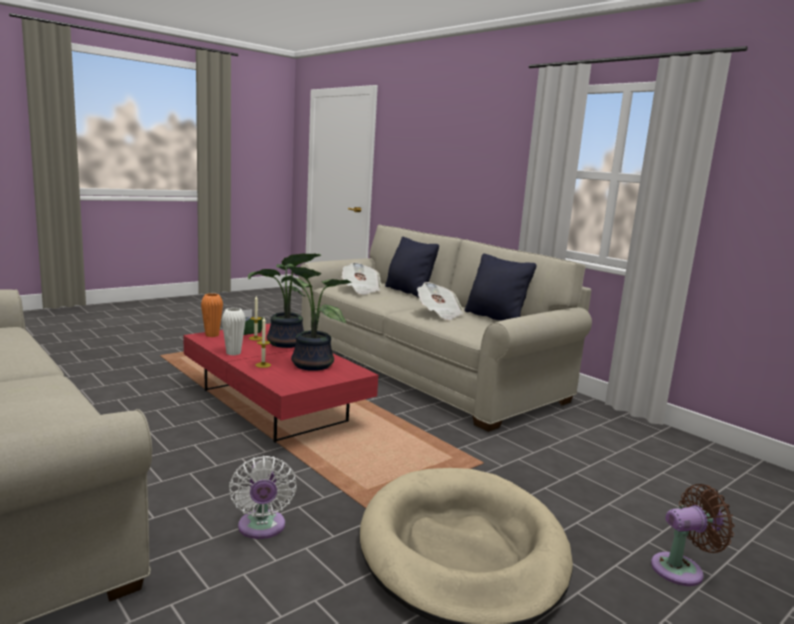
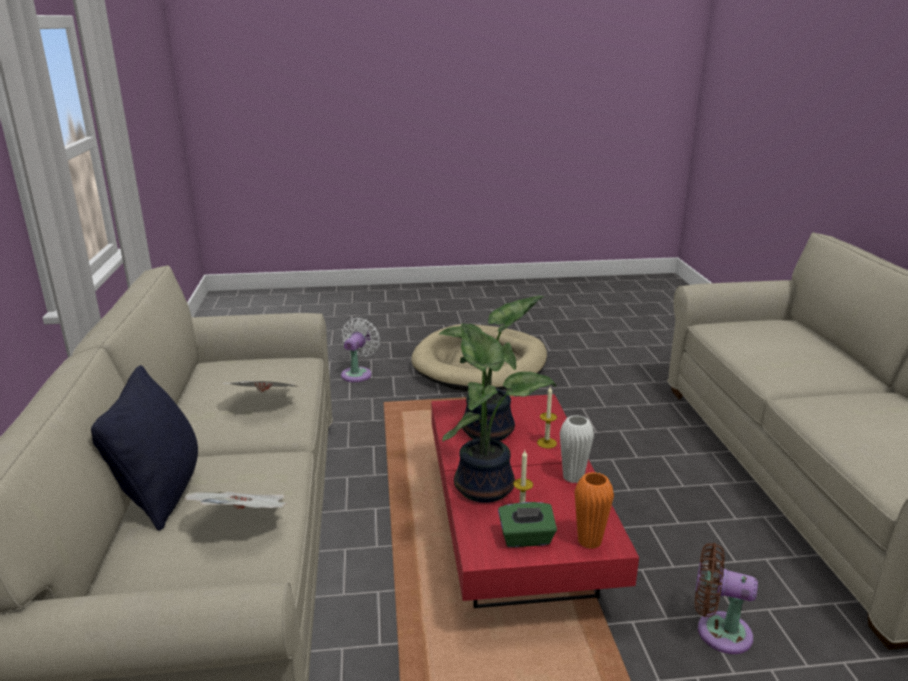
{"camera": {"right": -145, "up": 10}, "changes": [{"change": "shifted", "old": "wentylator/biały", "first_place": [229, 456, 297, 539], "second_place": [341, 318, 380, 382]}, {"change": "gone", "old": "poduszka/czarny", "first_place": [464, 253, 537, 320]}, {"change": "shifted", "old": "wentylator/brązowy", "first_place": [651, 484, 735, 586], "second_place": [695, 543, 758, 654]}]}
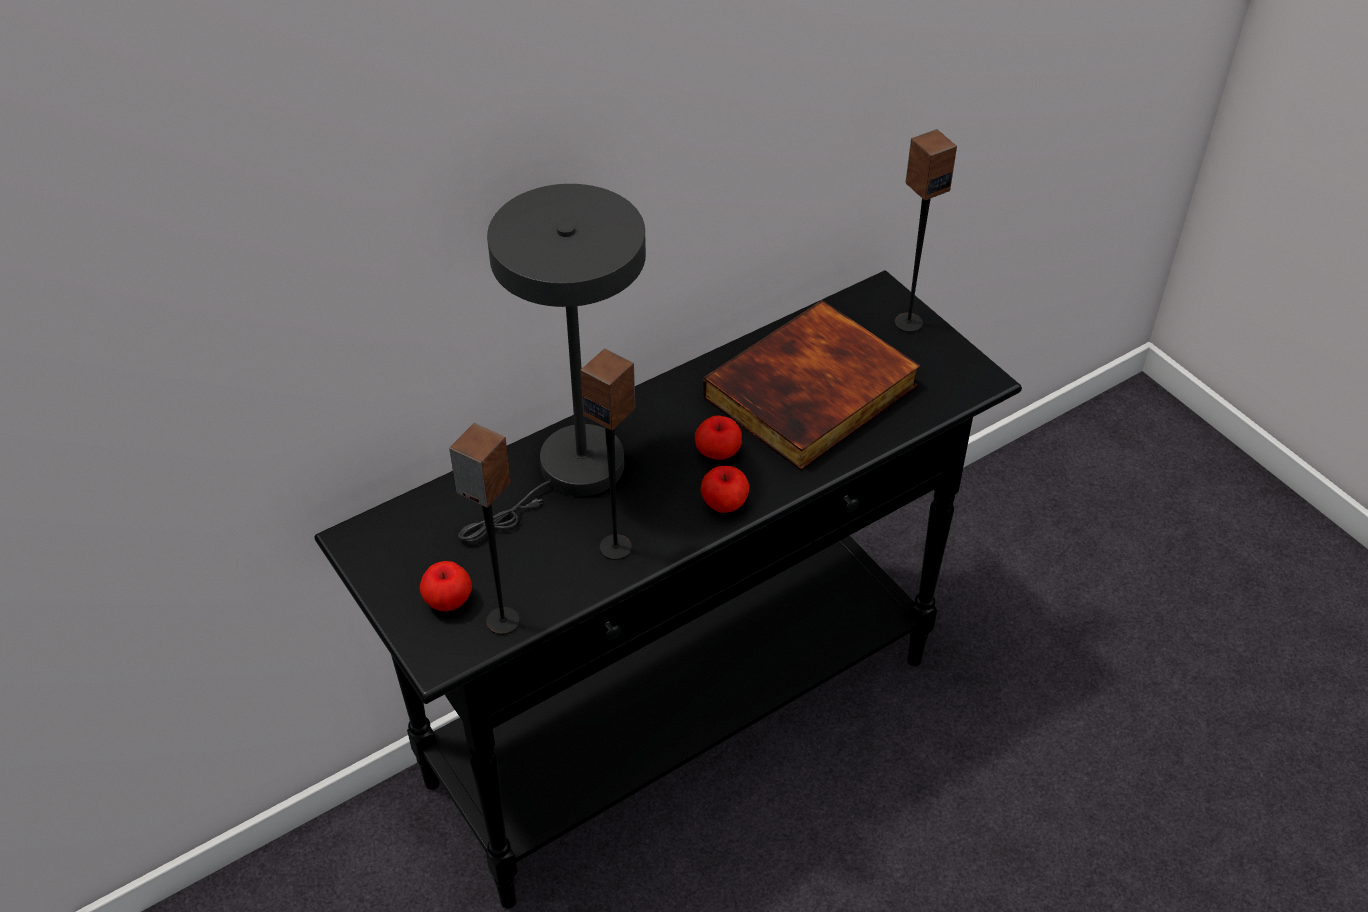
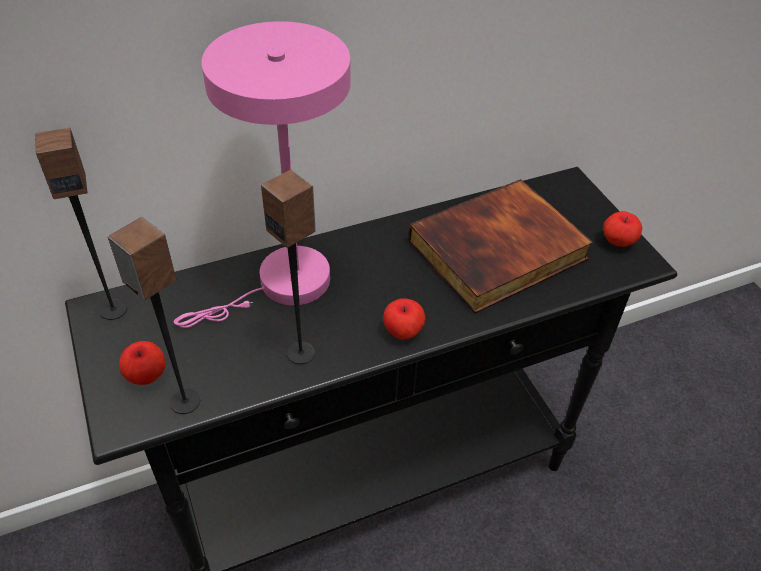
{"camera": {"right": 10, "up": 0}, "changes": [{"change": "repainted", "old": "lampa stołowa/szary", "new": "lampa stołowa/różowy", "first_place": [458, 184, 646, 542], "second_place": [174, 21, 351, 328]}, {"change": "shifted", "old": "jabłko", "first_place": [695, 415, 742, 460], "second_place": [603, 211, 642, 247]}, {"change": "shifted", "old": "głośnik", "first_place": [895, 129, 957, 332], "second_place": [35, 127, 127, 320]}]}
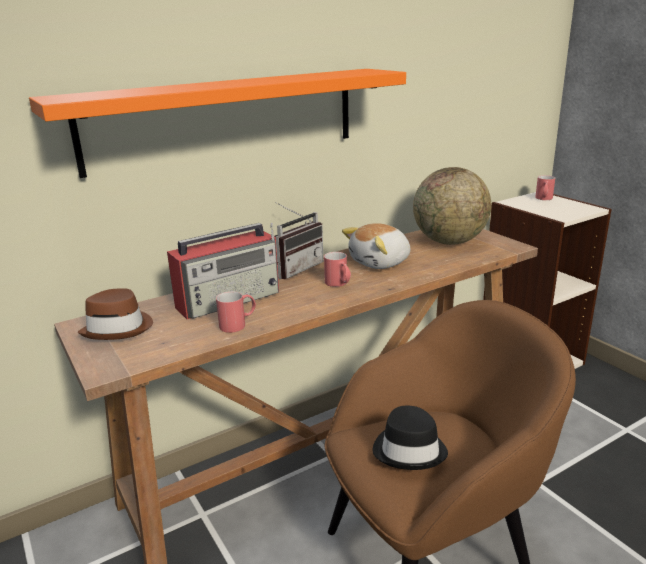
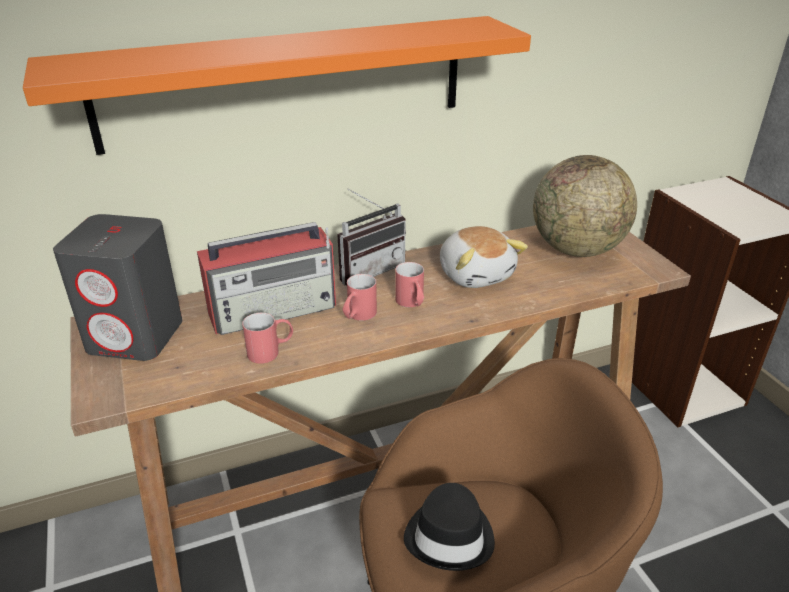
{"camera": {"right": 10, "up": 10}, "changes": [{"change": "swapped", "old": "kapelusz/brązowy", "new": "głośnik/szary", "first_place": [78, 288, 153, 340], "second_place": [53, 214, 182, 361]}, {"change": "rotated", "old": "pluszak", "first_place": [342, 223, 410, 269], "second_place": [440, 226, 528, 288], "degrees": -90}, {"change": "shifted", "old": "kubek/czerwony", "first_place": [535, 175, 555, 200], "second_place": [343, 274, 377, 321]}]}
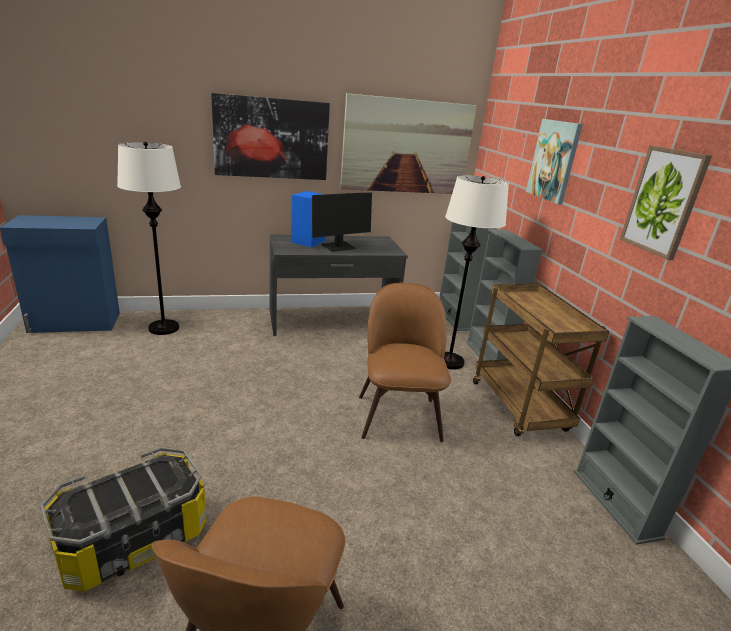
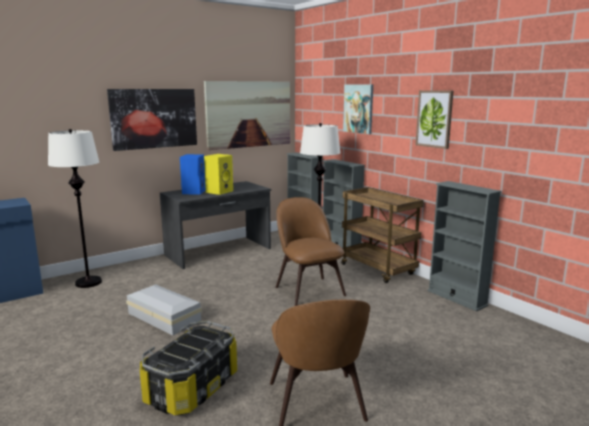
{"camera": {"right": -20, "up": -10}, "changes": [{"change": "swapped", "old": "monitor", "new": "głośnik/żółty", "first_place": [312, 192, 372, 252], "second_place": [204, 154, 233, 195]}, {"change": "new", "new": "pojemnik do przechowywania/biały", "second_place": [126, 284, 202, 335]}]}
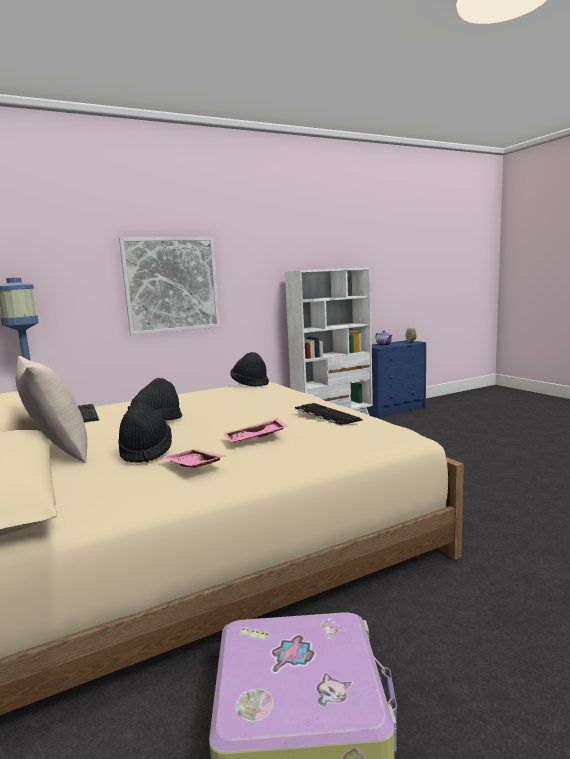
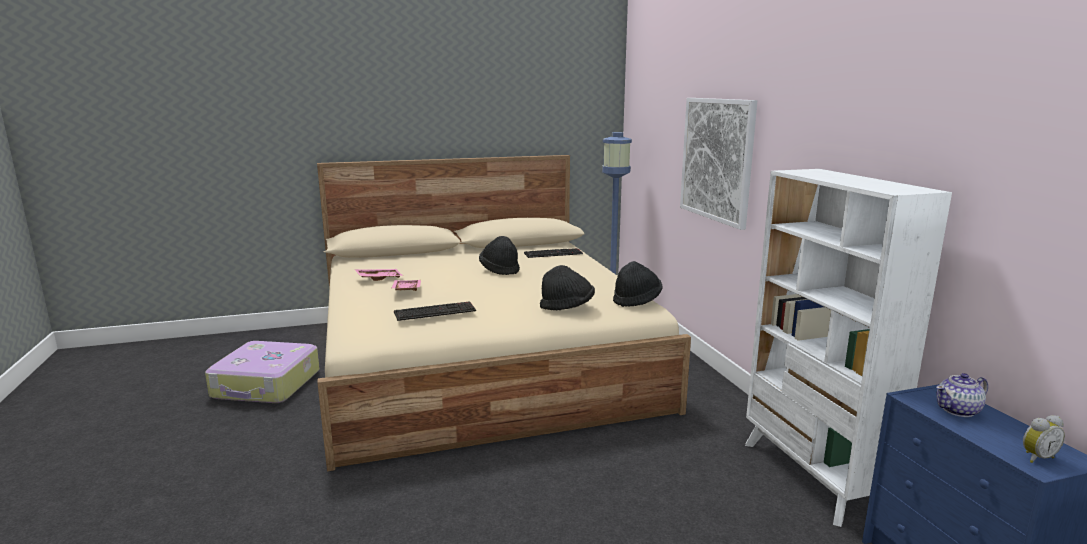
{"camera": {"right": 100, "up": 5}, "changes": [{"change": "gone", "old": "poduszka/beżowy", "first_place": [16, 356, 87, 463]}, {"change": "shifted", "old": "kapelusz/czarny", "first_place": [118, 402, 172, 463], "second_place": [540, 265, 595, 310]}]}
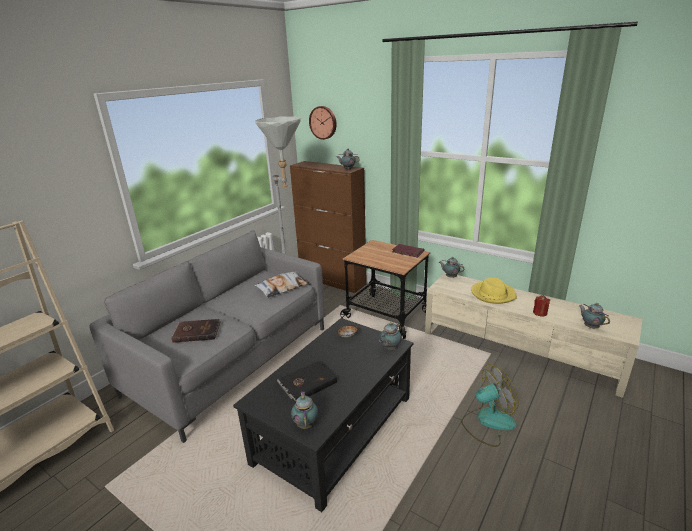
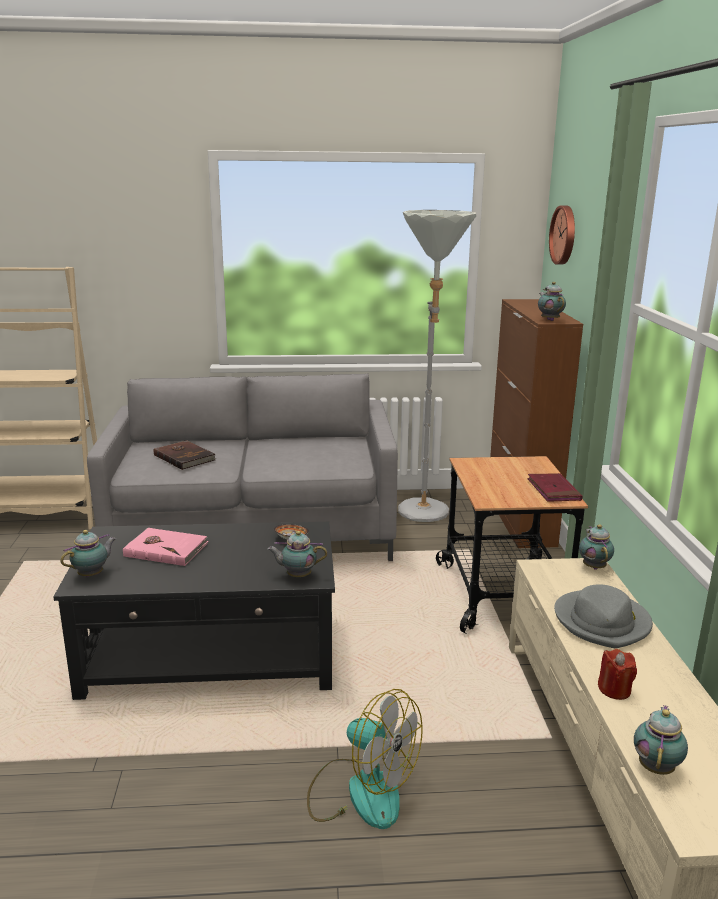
{"camera": {"right": 50, "up": -5}, "changes": [{"change": "gone", "old": "poduszka", "first_place": [254, 271, 308, 298]}, {"change": "repainted", "old": "książka/czarny", "new": "książka/różowy", "first_place": [277, 361, 337, 402], "second_place": [123, 528, 209, 566]}, {"change": "repainted", "old": "kapelusz/żółty", "new": "kapelusz/szary", "first_place": [471, 278, 517, 304], "second_place": [554, 584, 653, 648]}]}
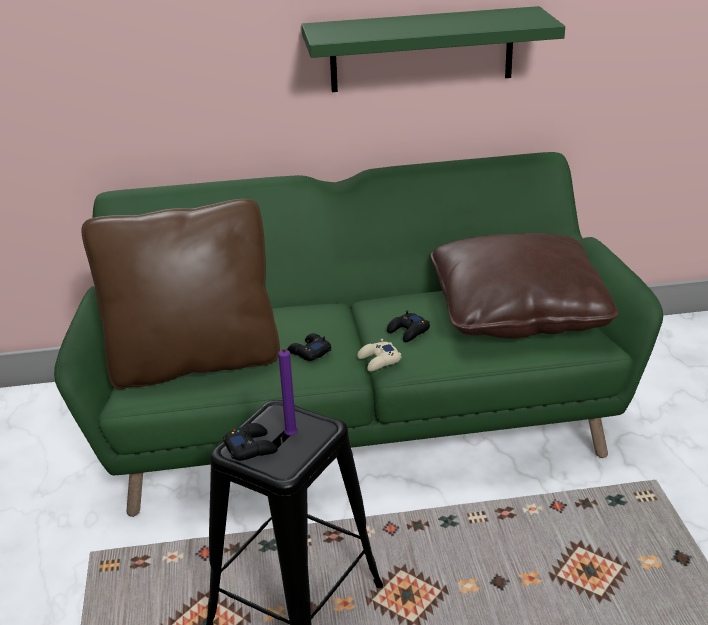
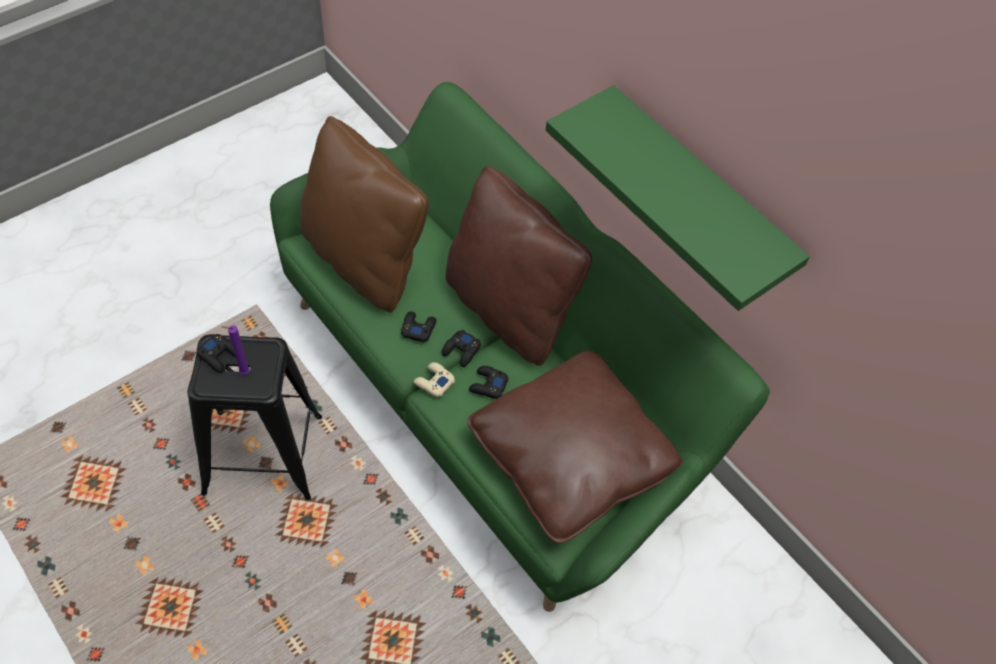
{"camera": {"right": 55, "up": 25}, "changes": [{"change": "new", "new": "pad do gier/czarny", "second_place": [442, 330, 481, 367]}, {"change": "new", "new": "poduszka/brązowy", "second_place": [445, 166, 592, 366]}]}
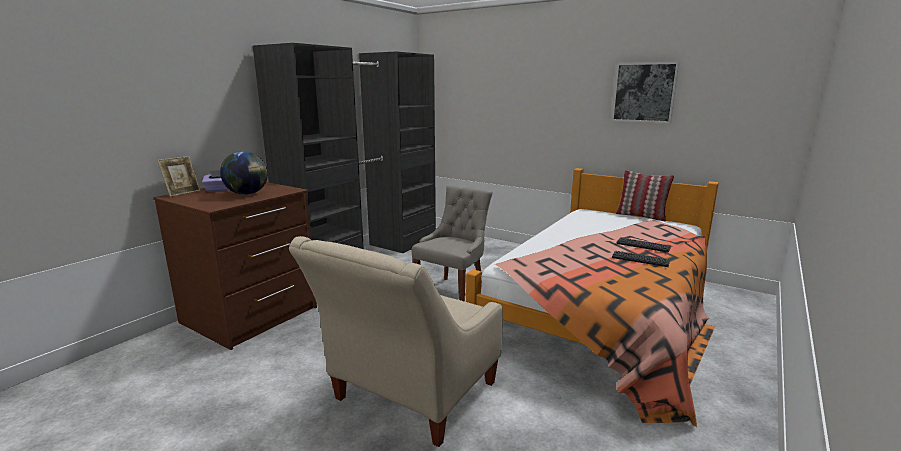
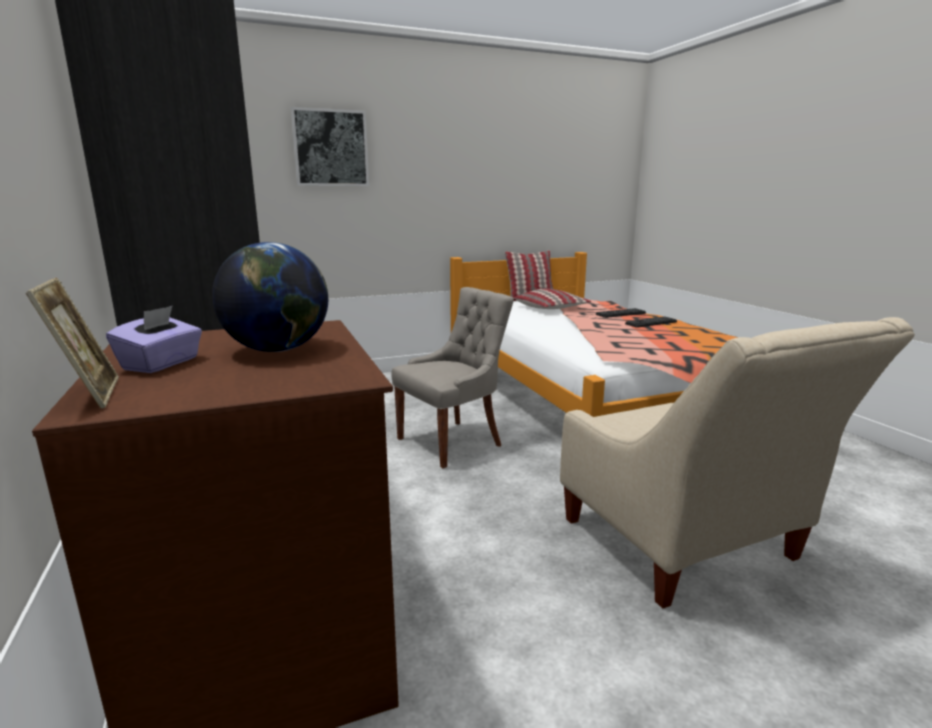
{"camera": {"right": -55, "up": 0}, "changes": [{"change": "rotated", "old": "krzesło/szary", "first_place": [412, 185, 492, 302], "second_place": [391, 287, 514, 469], "degrees": 75}, {"change": "shifted", "old": "obraz", "first_place": [611, 62, 680, 123], "second_place": [291, 107, 369, 186]}, {"change": "new", "new": "poduszka", "second_place": [514, 289, 591, 309]}]}
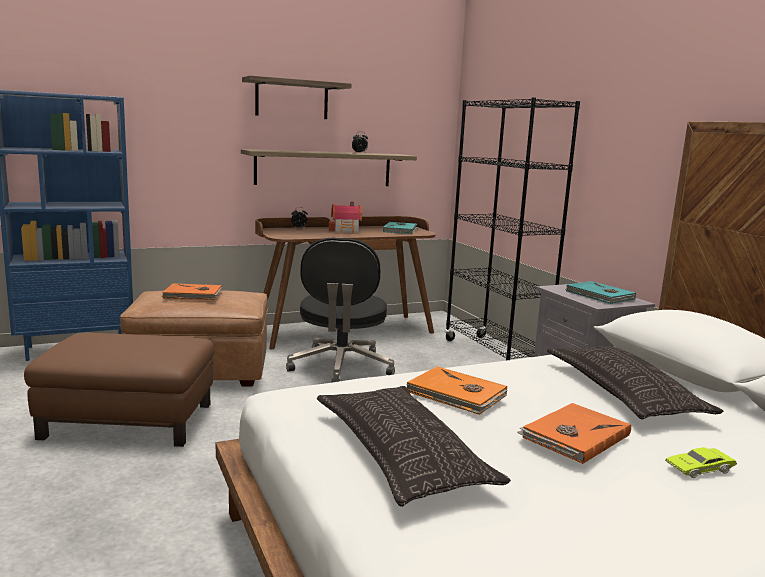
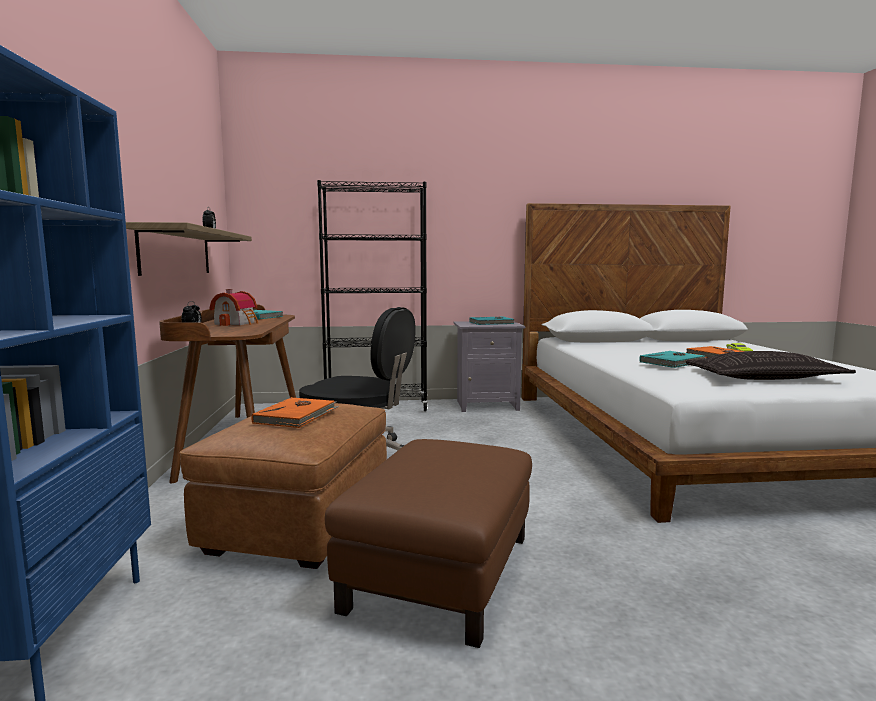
{"camera": {"right": -70, "up": -5}, "changes": [{"change": "gone", "old": "półka", "first_place": [242, 75, 352, 119]}, {"change": "repainted", "old": "książka/pomarańczowy", "new": "książka/turkusowy", "first_place": [406, 366, 508, 415], "second_place": [639, 351, 707, 368]}, {"change": "gone", "old": "poduszka", "first_place": [547, 346, 723, 420]}]}
